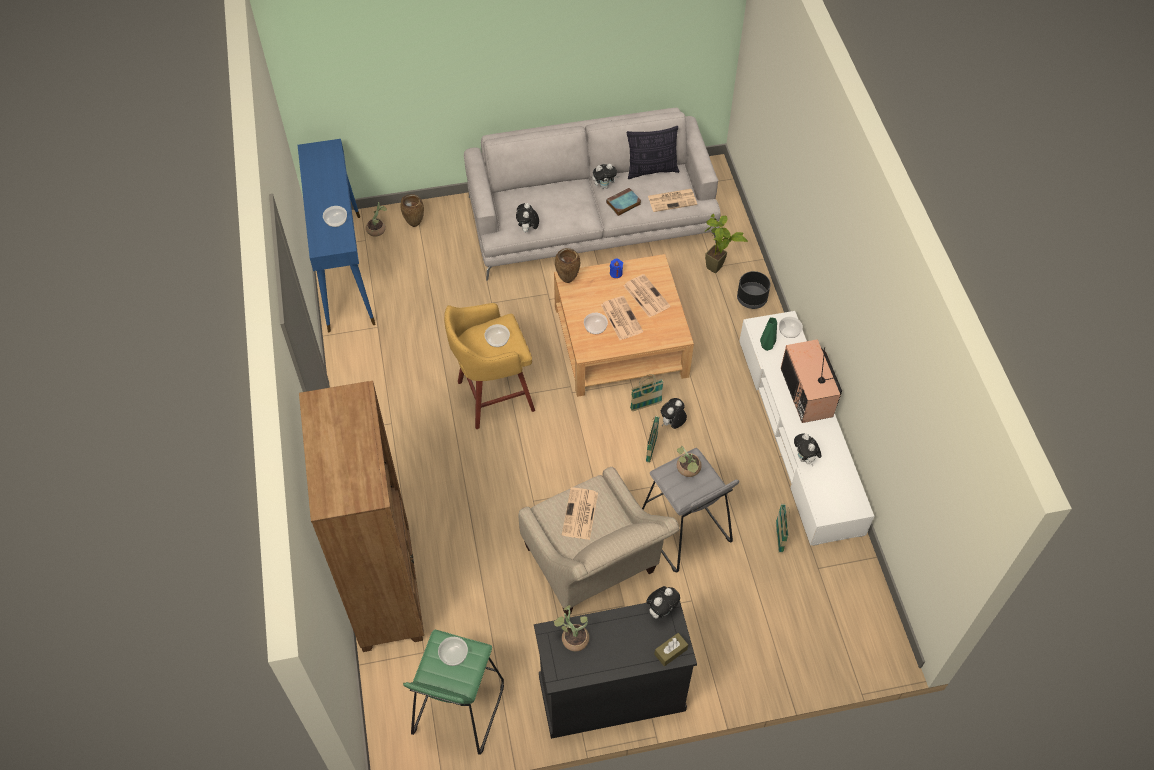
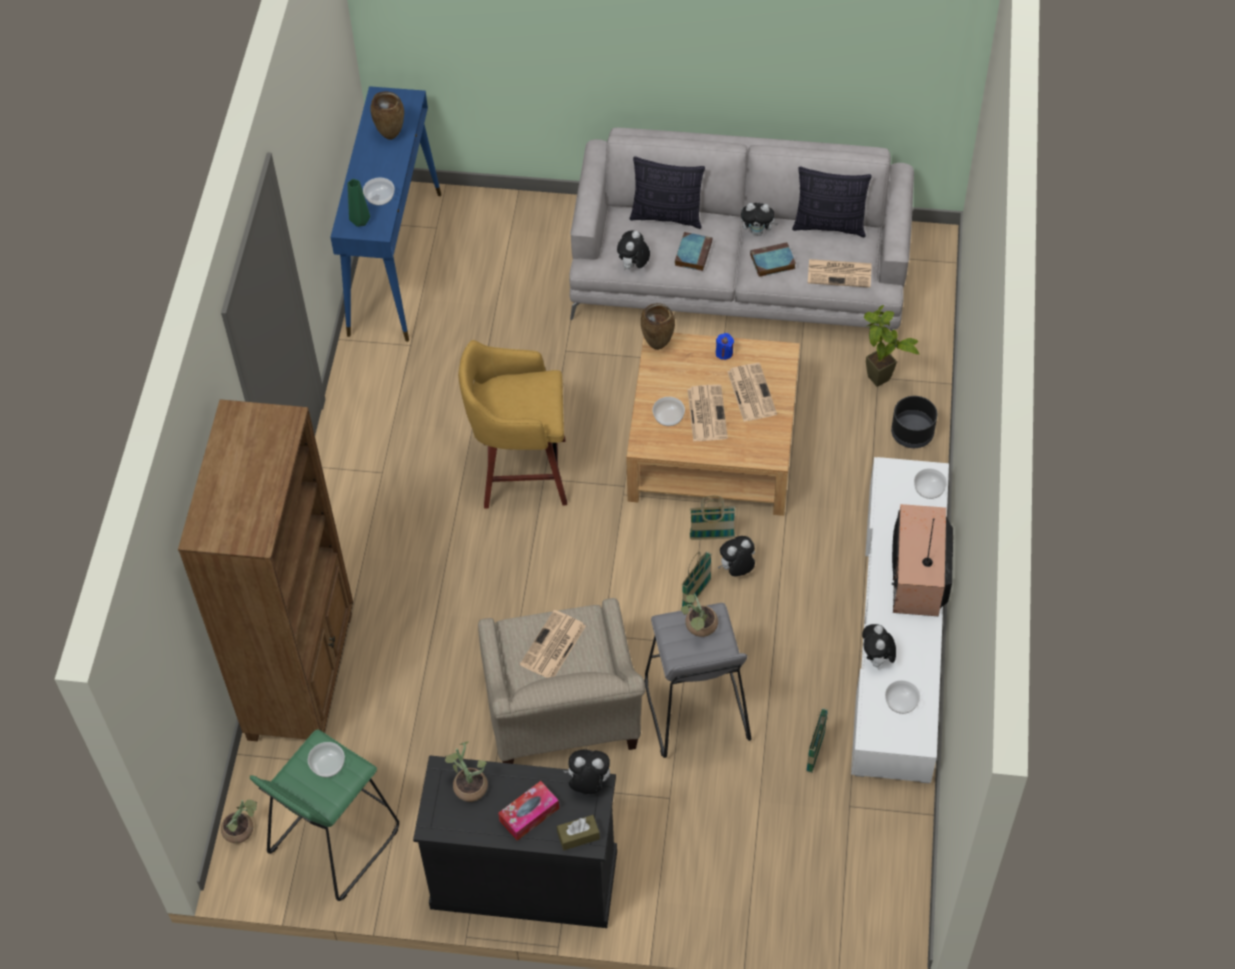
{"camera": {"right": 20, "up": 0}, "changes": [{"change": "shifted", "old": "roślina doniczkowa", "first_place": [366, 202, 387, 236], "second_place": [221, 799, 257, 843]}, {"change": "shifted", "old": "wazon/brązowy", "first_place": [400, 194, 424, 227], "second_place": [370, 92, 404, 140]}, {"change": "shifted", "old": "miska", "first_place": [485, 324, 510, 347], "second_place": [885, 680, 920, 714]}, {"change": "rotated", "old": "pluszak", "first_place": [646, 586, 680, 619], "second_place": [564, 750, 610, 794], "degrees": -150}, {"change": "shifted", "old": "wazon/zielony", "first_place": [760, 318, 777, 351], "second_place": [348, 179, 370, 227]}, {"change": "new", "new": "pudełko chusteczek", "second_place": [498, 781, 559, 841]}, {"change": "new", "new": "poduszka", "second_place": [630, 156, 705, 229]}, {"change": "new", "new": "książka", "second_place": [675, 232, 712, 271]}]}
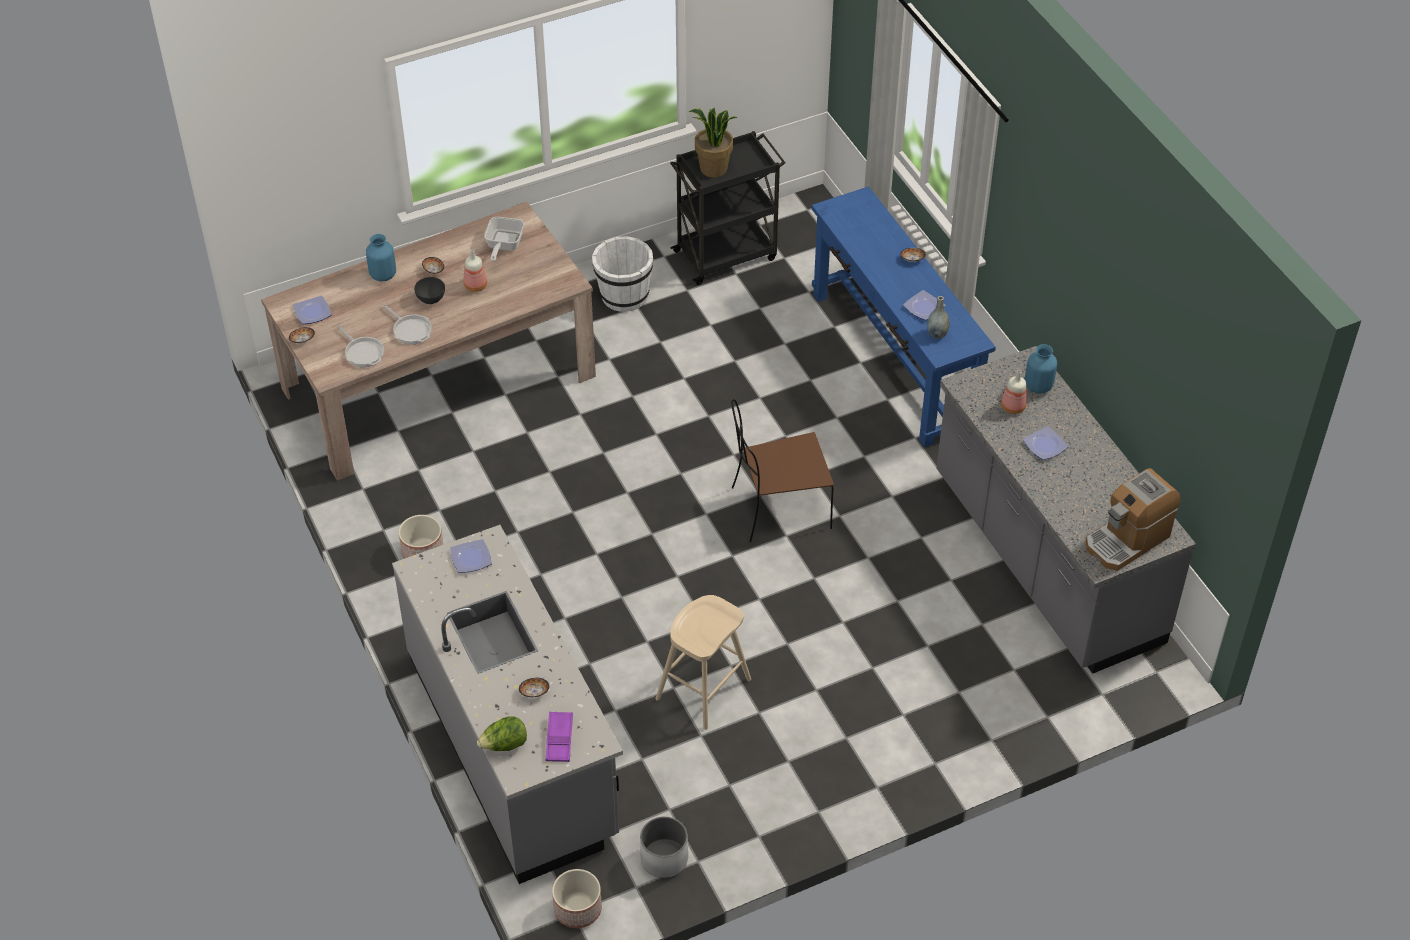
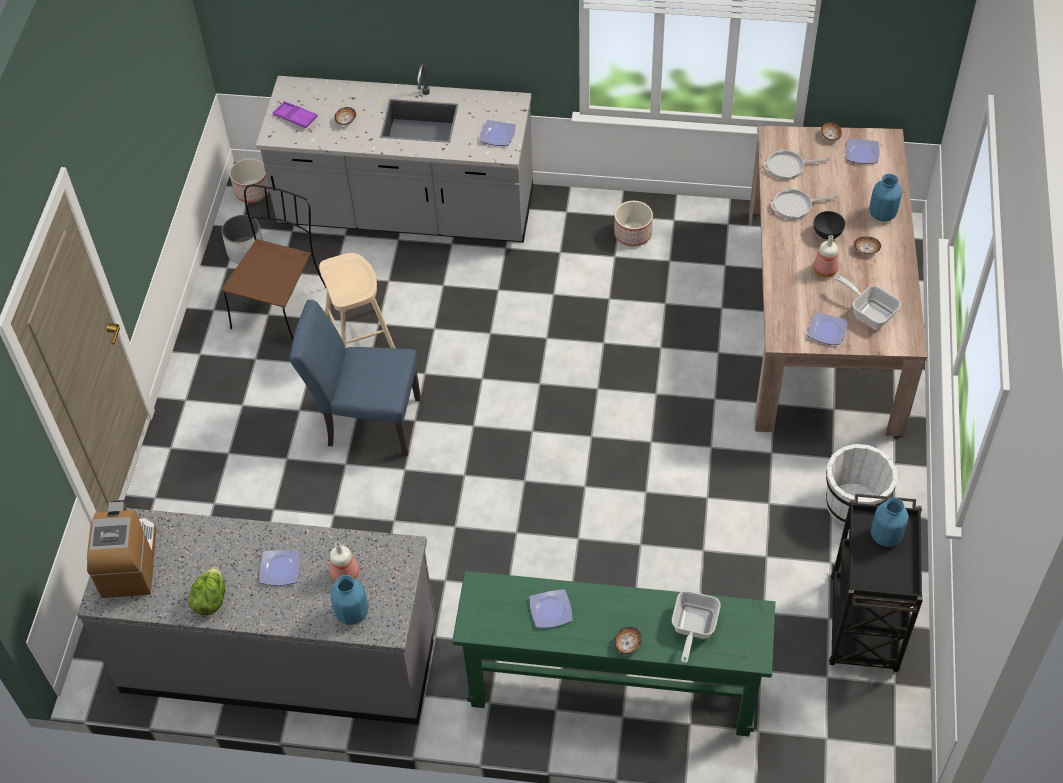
{"camera": {"right": 125, "up": 5}, "changes": [{"change": "shifted", "old": "sałata", "first_place": [477, 716, 527, 751], "second_place": [188, 567, 225, 615]}, {"change": "swapped", "old": "roślina doniczkowa", "new": "wazon/niebieski", "first_place": [689, 108, 737, 177], "second_place": [871, 497, 909, 547]}, {"change": "shifted", "old": "krzesło/brązowy", "first_place": [731, 399, 834, 542], "second_place": [222, 184, 326, 341]}, {"change": "repainted", "old": "stolik konsolowy/niebieski", "new": "stolik konsolowy/zielony", "first_place": [812, 186, 996, 447], "second_place": [452, 571, 776, 736]}, {"change": "gone", "old": "wazon/szary", "first_place": [927, 296, 950, 339]}, {"change": "new", "new": "krzesło/niebieski", "second_place": [290, 300, 421, 456]}, {"change": "new", "new": "patelnia", "second_place": [672, 591, 721, 663]}, {"change": "new", "new": "talerz", "second_place": [808, 312, 847, 345]}]}
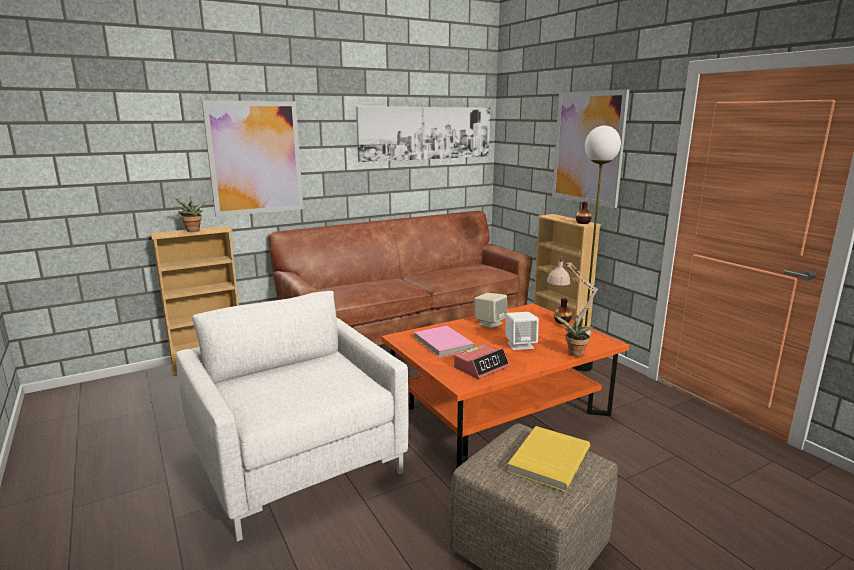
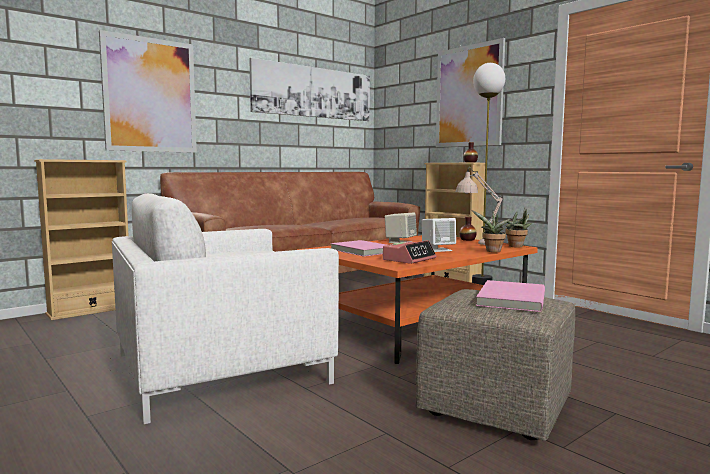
{"camera": {"right": -10, "up": -10}, "changes": [{"change": "shifted", "old": "roślina doniczkowa", "first_place": [176, 196, 205, 232], "second_place": [505, 208, 532, 247]}, {"change": "rotated", "old": "fotel/biały", "first_place": [176, 291, 408, 542], "second_place": [112, 193, 339, 424], "degrees": -75}, {"change": "repainted", "old": "książka/żółty", "new": "książka/różowy", "first_place": [507, 426, 590, 492], "second_place": [476, 280, 545, 312]}]}
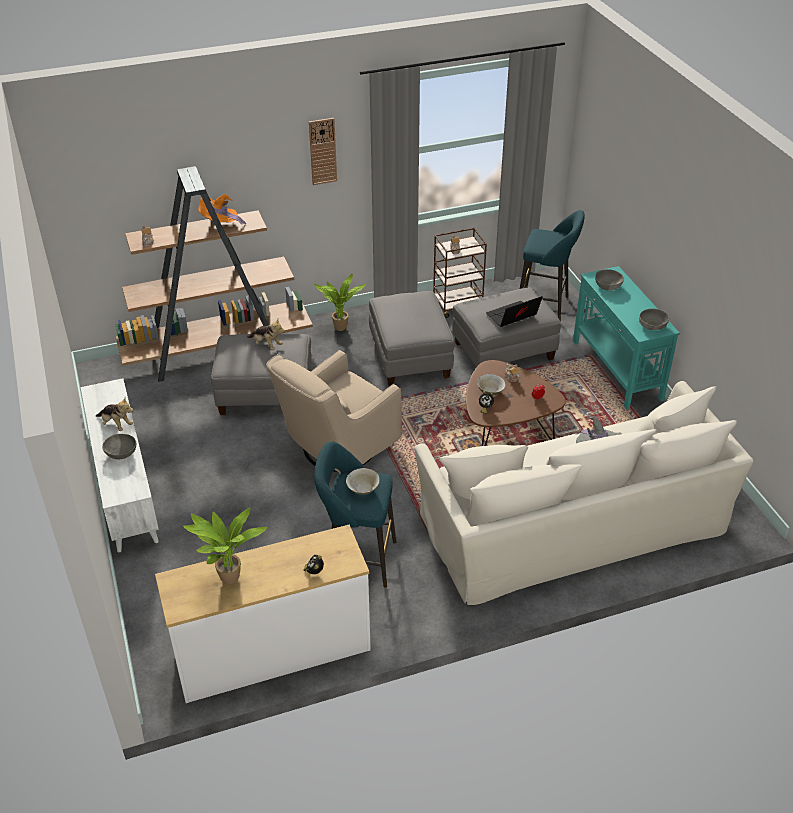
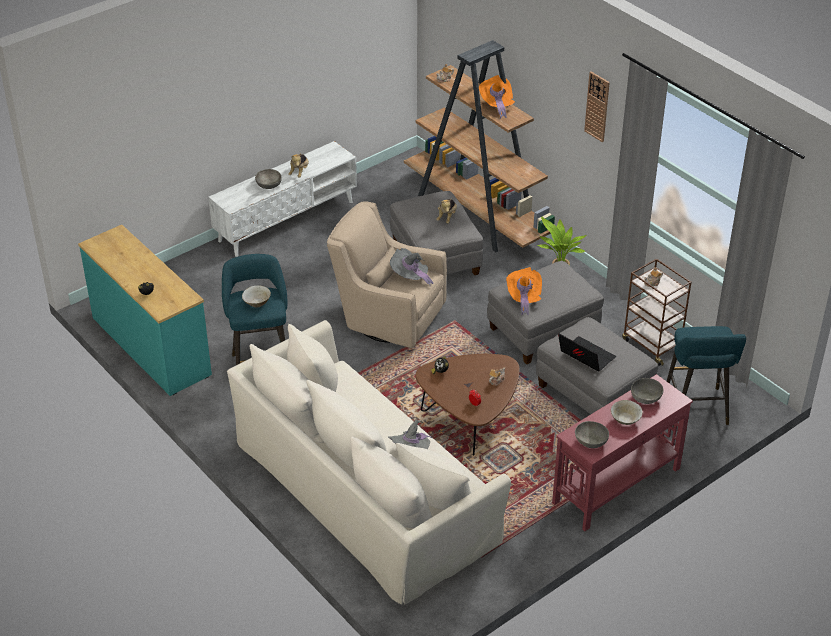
{"camera": {"right": 70, "up": 0}, "changes": [{"change": "repainted", "old": "komoda/biały", "new": "komoda/turkusowy", "first_place": [155, 524, 371, 703], "second_place": [78, 225, 212, 396]}, {"change": "gone", "old": "roślina doniczkowa", "first_place": [183, 507, 267, 585]}, {"change": "shifted", "old": "miska/beżowy", "first_place": [477, 374, 506, 396], "second_place": [611, 400, 642, 425]}, {"change": "repainted", "old": "stolik konsolowy/turkusowy", "new": "stolik konsolowy/czerwony", "first_place": [573, 266, 680, 409], "second_place": [552, 374, 693, 531]}, {"change": "new", "new": "kapelusz/szary", "second_place": [390, 248, 434, 285]}, {"change": "new", "new": "kapelusz/pomarańczowy", "second_place": [506, 267, 542, 315]}]}
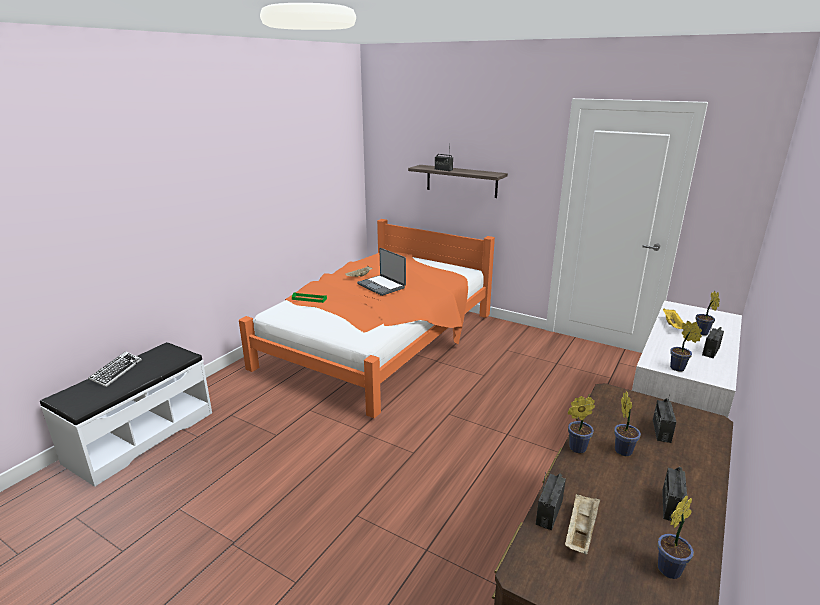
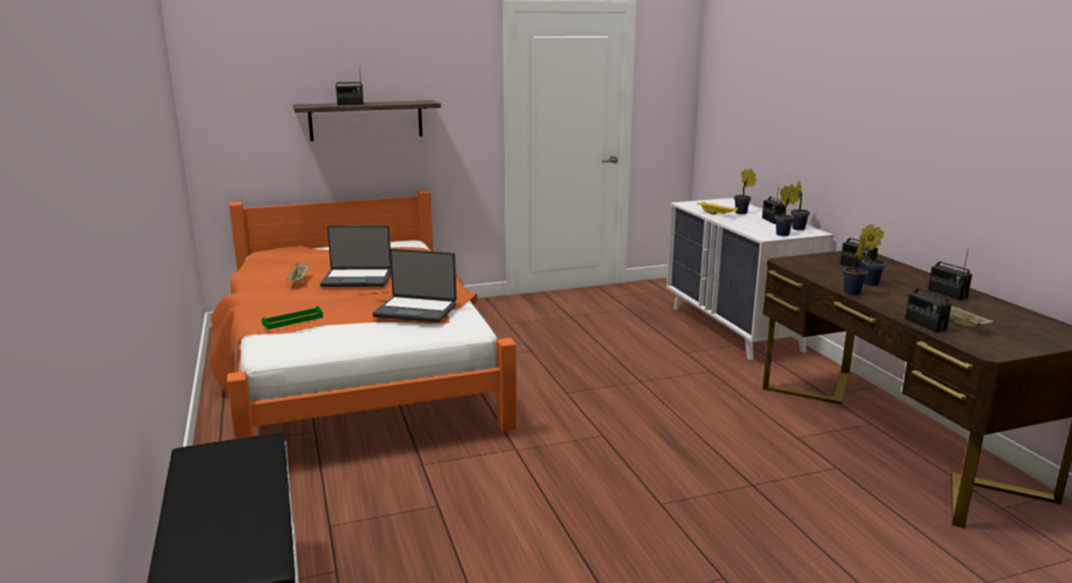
{"camera": {"right": -50, "up": -5}, "changes": [{"change": "gone", "old": "klawiatura", "first_place": [88, 351, 142, 387]}, {"change": "shifted", "old": "roślina doniczkowa", "first_place": [657, 495, 694, 579], "second_place": [791, 180, 810, 230]}, {"change": "new", "new": "laptop", "second_place": [373, 249, 457, 323]}]}
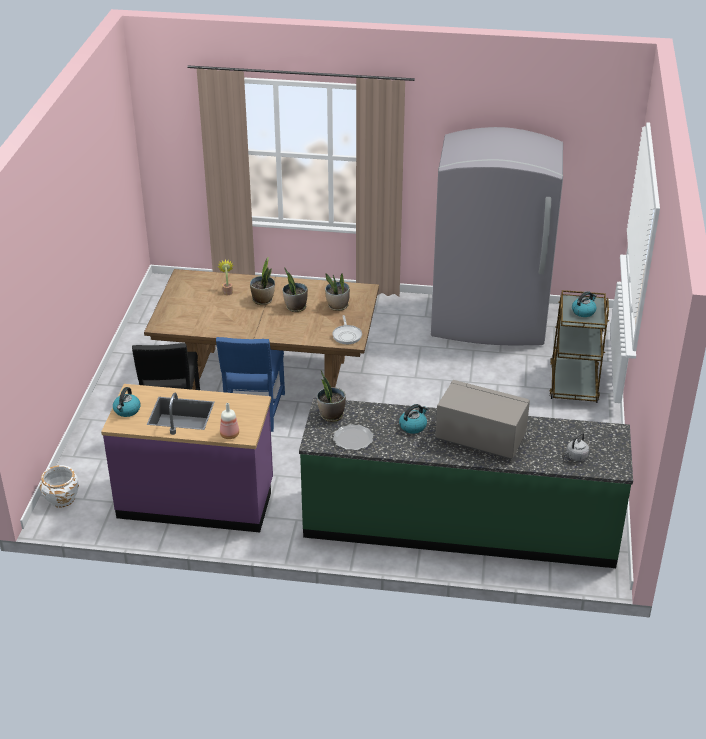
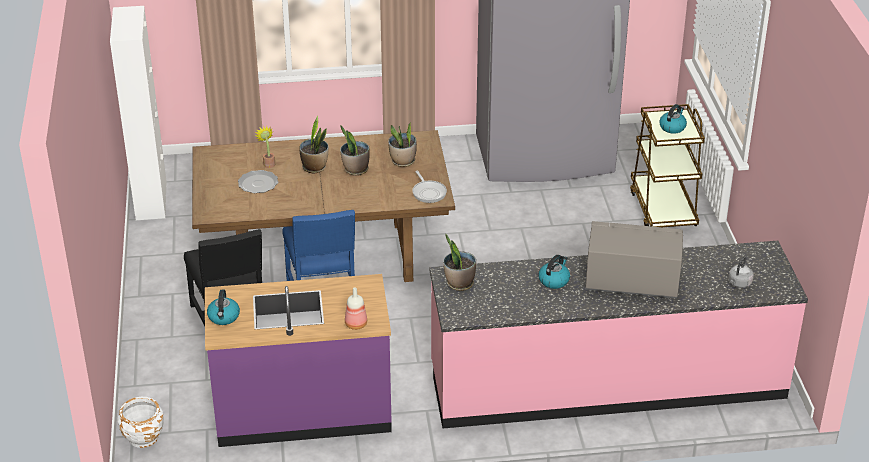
{"camera": {"right": -15, "up": 0}, "changes": [{"change": "repainted", "old": "zabudowa kuchenna/zielony", "new": "zabudowa kuchenna/różowy", "first_place": [299, 397, 633, 568], "second_place": [430, 241, 808, 428]}, {"change": "shifted", "old": "talerz", "first_place": [333, 424, 374, 450], "second_place": [238, 170, 278, 193]}, {"change": "new", "new": "szafka/biały", "second_place": [110, 6, 167, 220]}]}
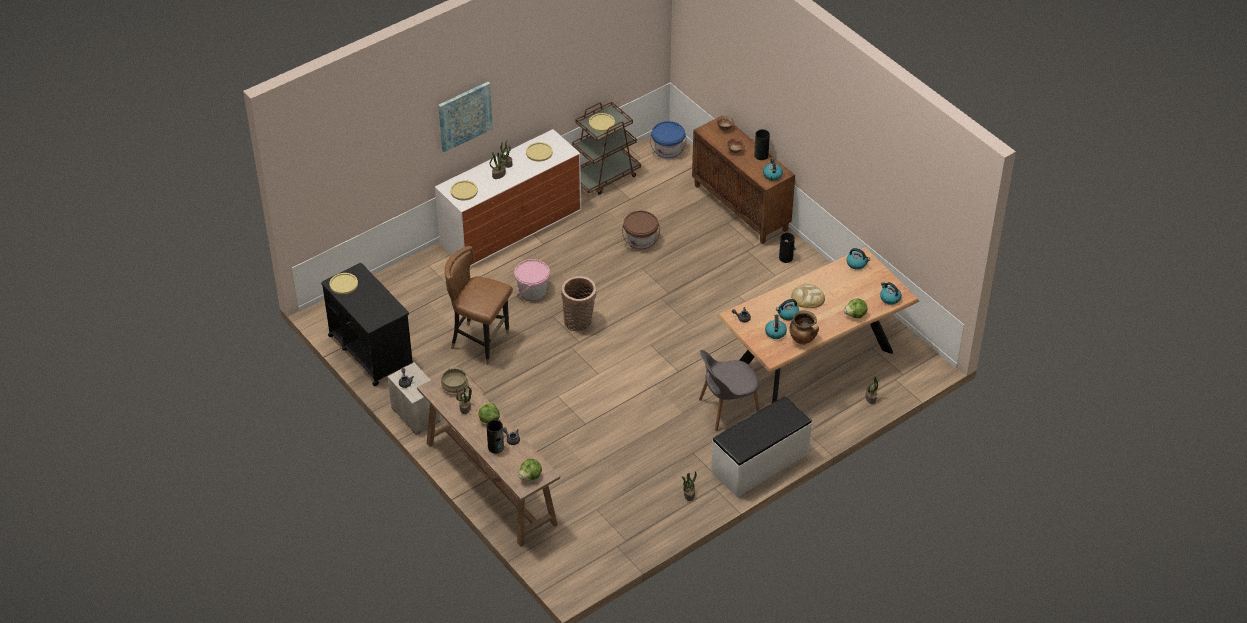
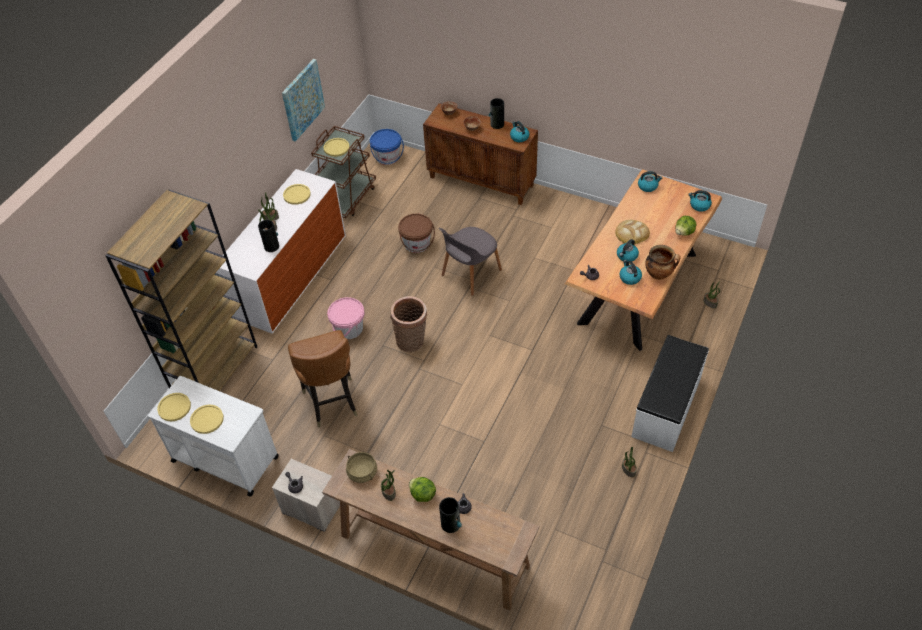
{"camera": {"right": -25, "up": 5}, "changes": [{"change": "repainted", "old": "wózek/czarny", "new": "wózek/biały", "first_place": [321, 263, 413, 386], "second_place": [148, 376, 279, 496]}, {"change": "shifted", "old": "obraz", "first_place": [438, 82, 493, 152], "second_place": [282, 59, 325, 142]}, {"change": "rotated", "old": "krzesło/brązowy", "first_place": [445, 246, 513, 365], "second_place": [288, 330, 358, 427], "degrees": -105}, {"change": "shifted", "old": "talerz/żółty", "first_place": [450, 180, 478, 201], "second_place": [190, 405, 224, 434]}, {"change": "gone", "old": "sałata", "first_place": [519, 459, 542, 481]}, {"change": "shifted", "old": "krzesło/szary", "first_place": [699, 350, 760, 431], "second_place": [439, 227, 502, 296]}, {"change": "shifted", "old": "wazon", "first_place": [779, 233, 796, 263], "second_place": [258, 220, 279, 252]}, {"change": "new", "new": "regał/brązowy", "second_place": [105, 189, 257, 391]}]}
